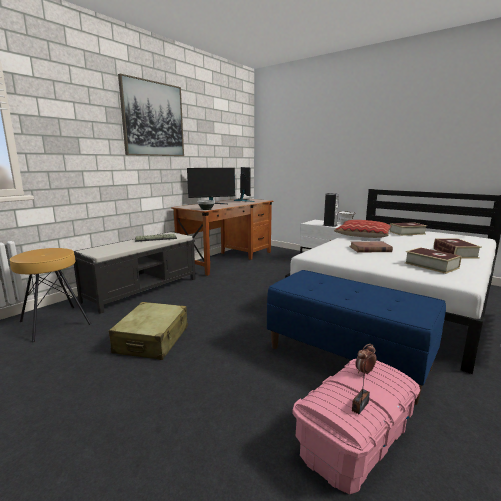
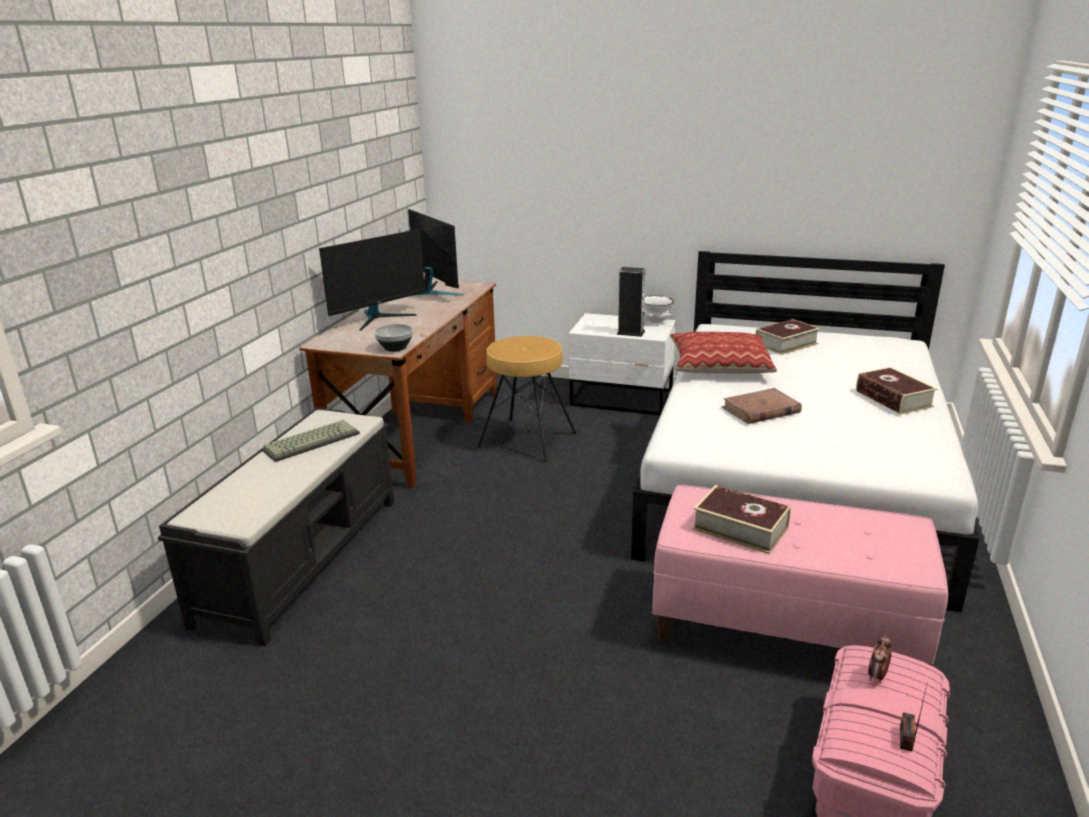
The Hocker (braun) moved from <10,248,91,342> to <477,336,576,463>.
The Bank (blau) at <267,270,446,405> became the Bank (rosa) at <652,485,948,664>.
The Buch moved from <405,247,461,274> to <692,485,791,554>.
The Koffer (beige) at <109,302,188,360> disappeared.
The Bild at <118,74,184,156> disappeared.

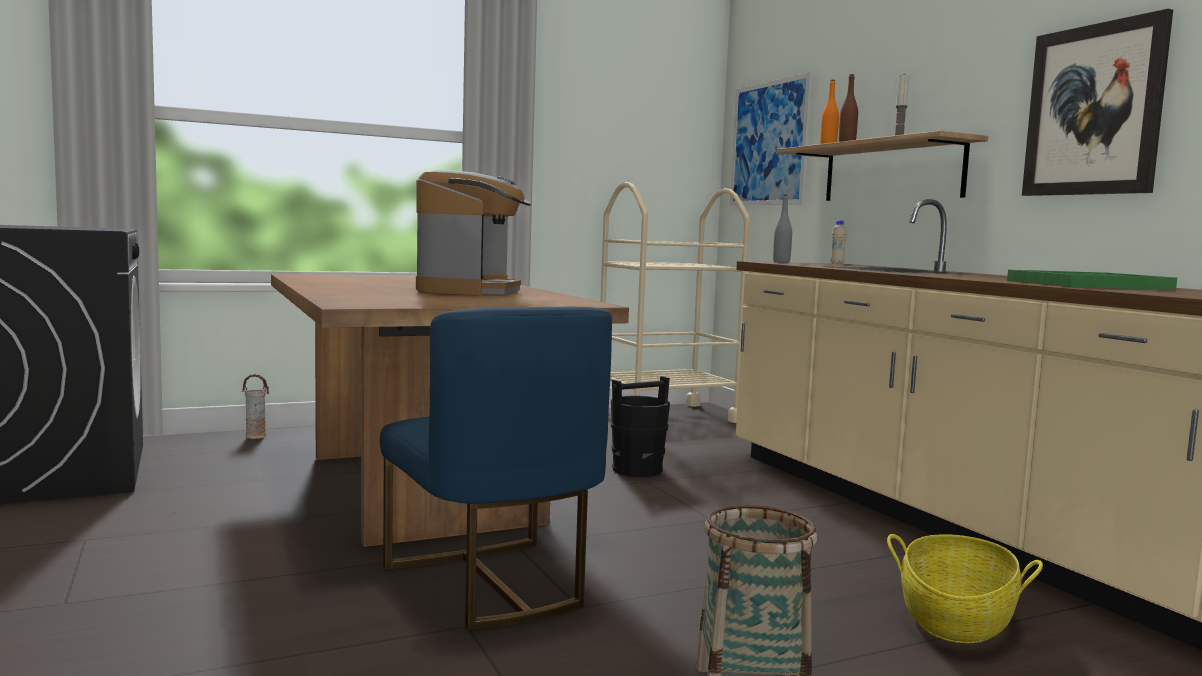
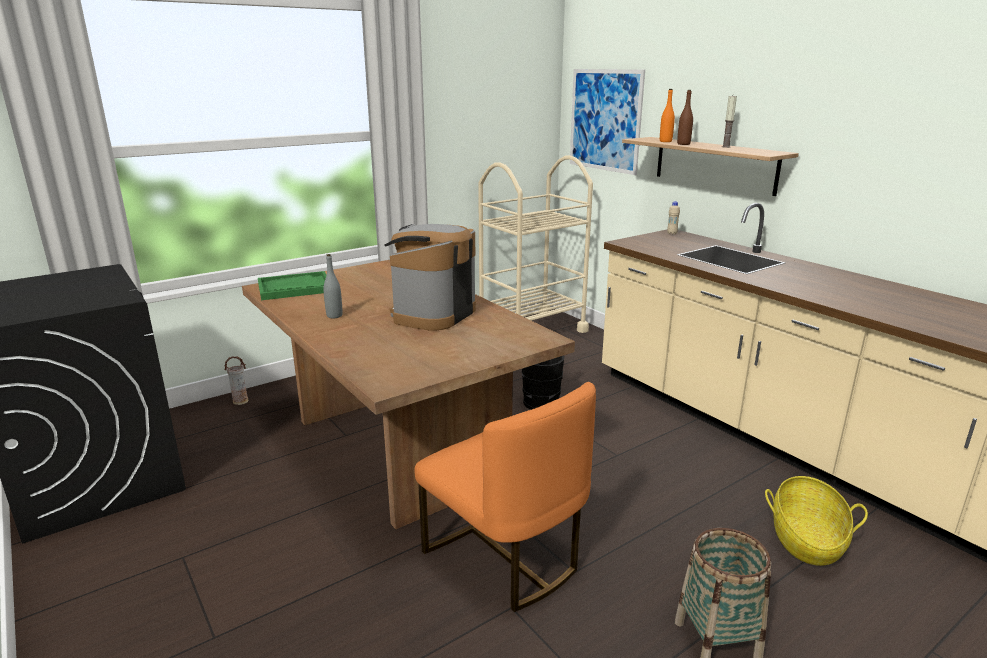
The Tablett (grün) moved from <1007,269,1177,290> to <258,271,326,300>.
The Flasche (grau) moved from <773,194,792,263> to <323,254,343,318>.
The Kaffeemaschine at <416,170,532,296> turned 150 degrees counterclockwise.
The Stuhl (blau) at <380,307,612,630> became the Stuhl (orange) at <415,382,596,612>.
The Bild at <1022,9,1173,196> disappeared.

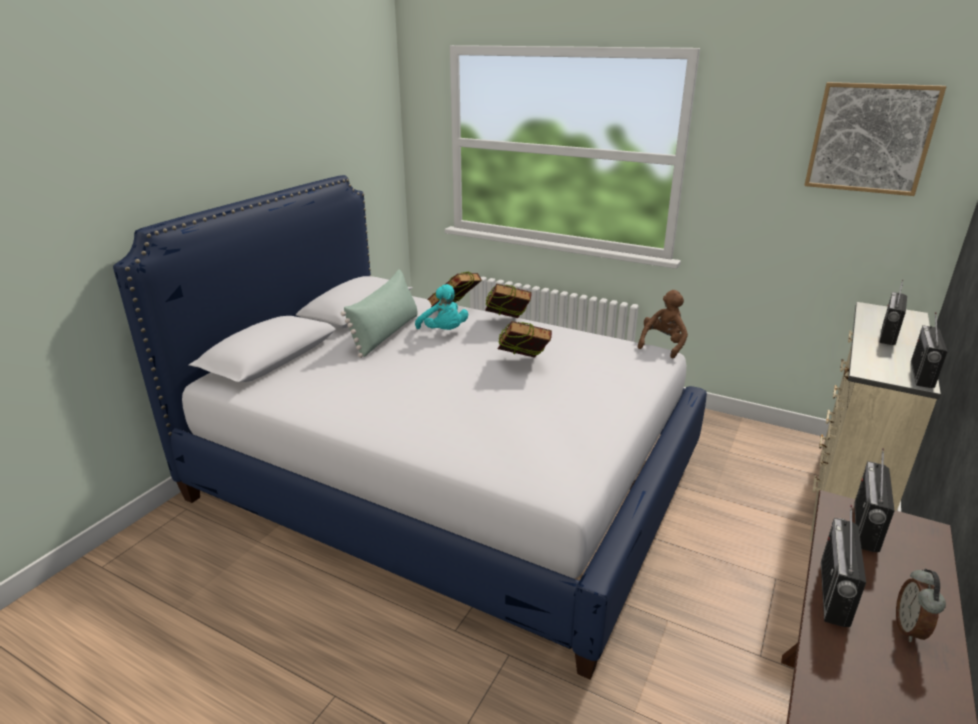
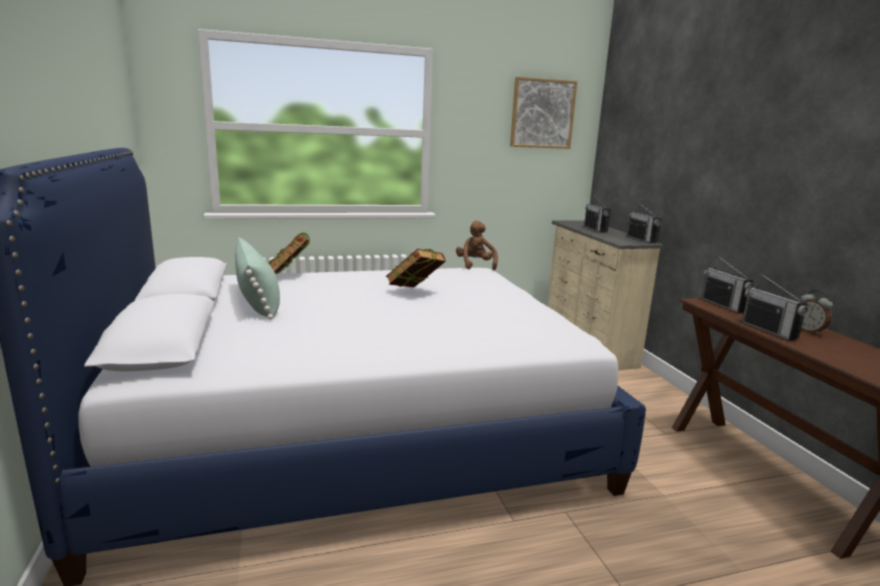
The Plüschtier (türkis) at <415,284,468,330> disappeared.
The Buch at <485,284,532,318> disappeared.

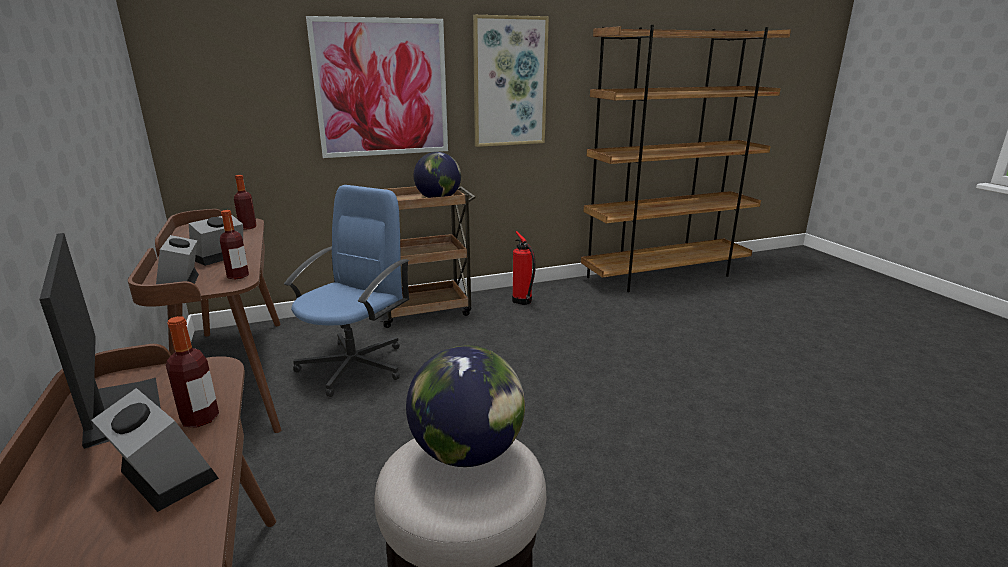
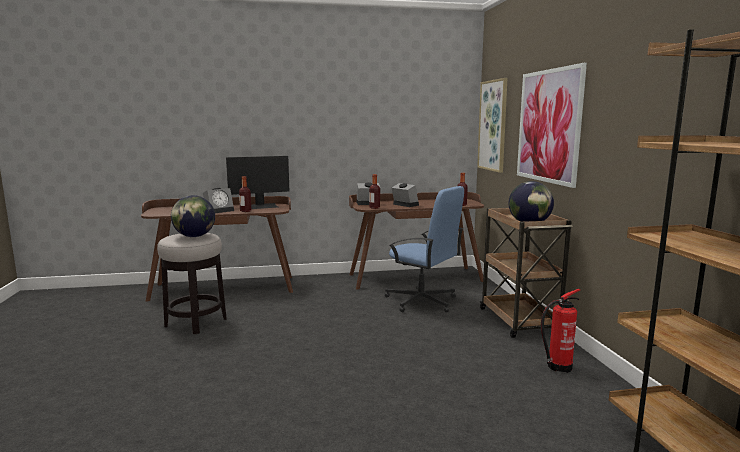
The Bild moved from <473,15,549,147> to <477,78,507,173>.

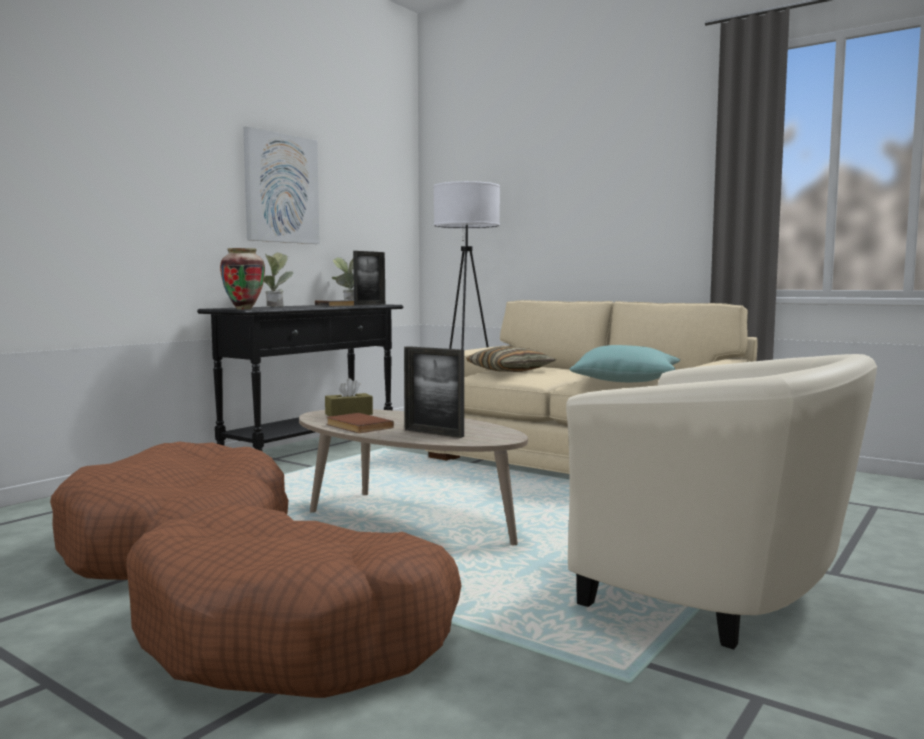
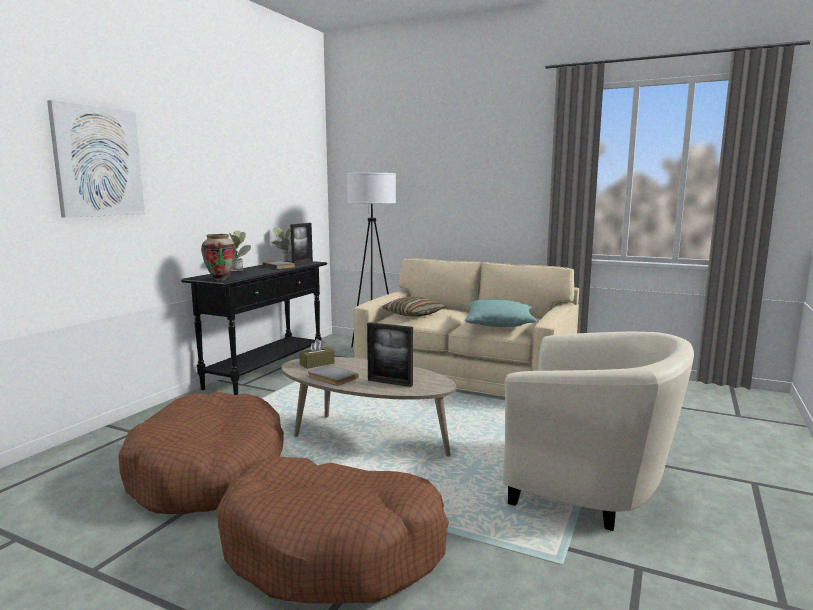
The Bild moved from <243,126,320,244> to <47,100,145,218>.
The Buch (braun) at <326,413,394,433> became the Buch (grau) at <308,365,359,386>.

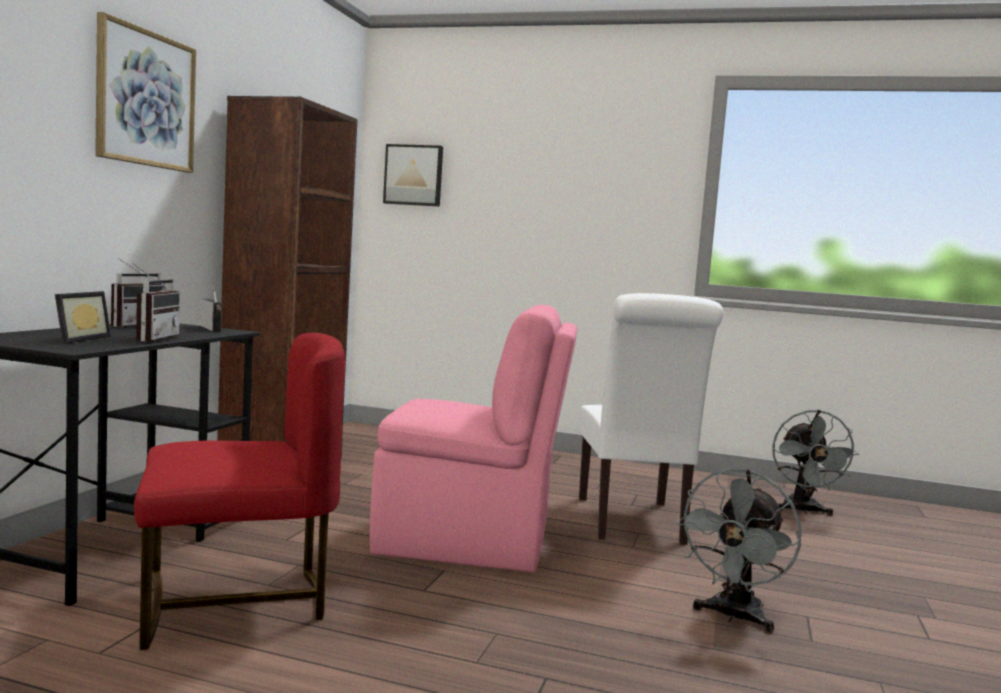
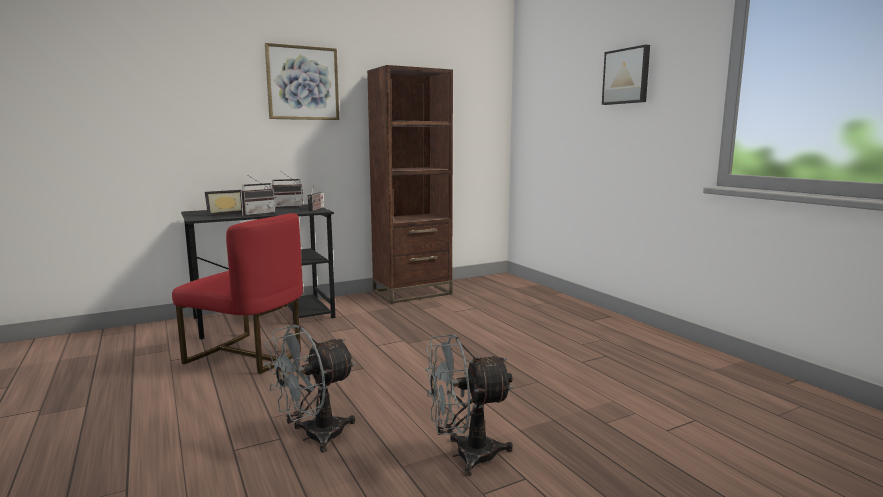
The Ventilator (grau) moved from <773,410,859,516> to <264,325,356,452>.
The Bild moved from <383,144,443,207> to <602,45,650,105>.
The Stuhl (rosa) at <370,305,577,572> disappeared.
The Stuhl (weiß) at <578,293,723,545> disappeared.

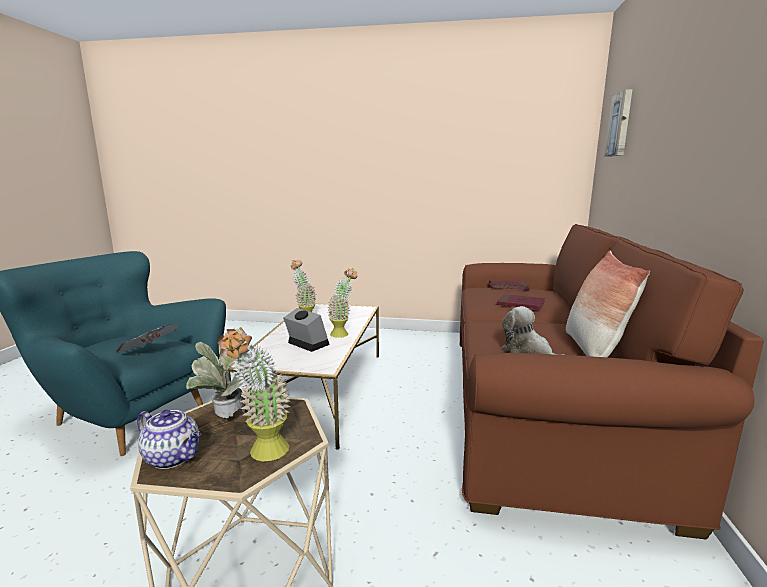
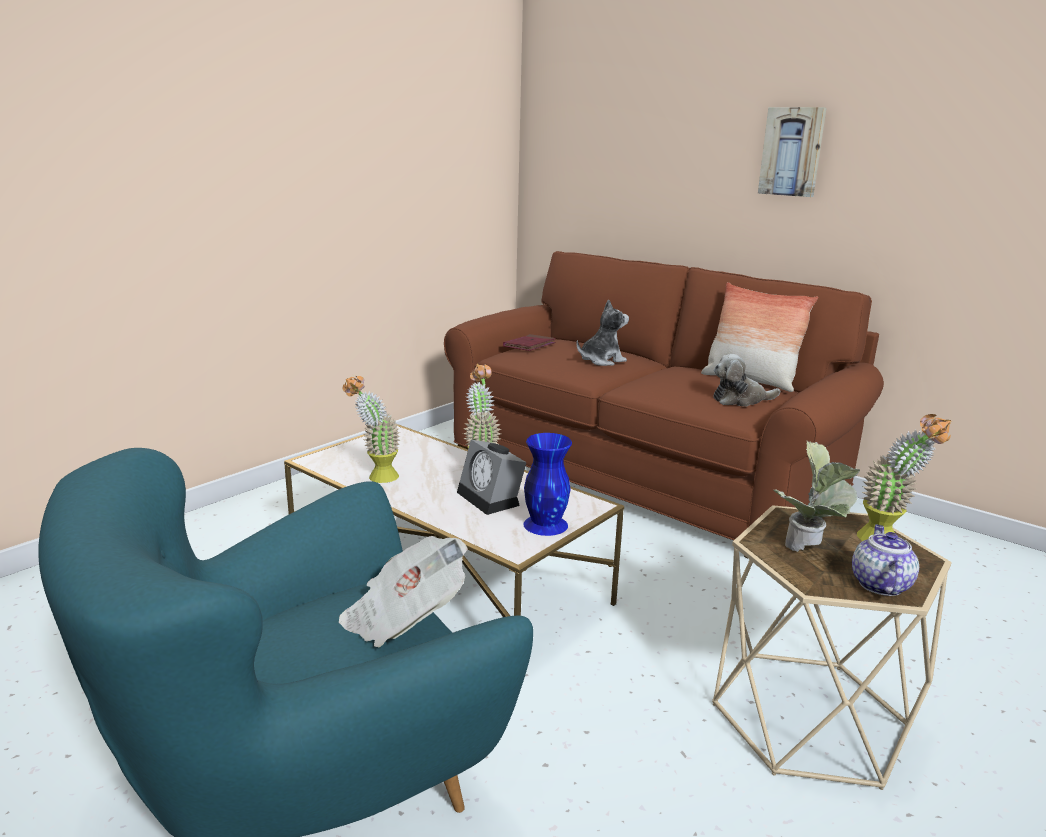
The Wecker at <283,308,329,352> turned 105 degrees counterclockwise.
The Vase (blau) at <523,433,572,536> appeared.
The Buch (rot) at <497,294,545,310> was replaced by the Plüschtier at <577,299,629,366>.
The Bild moved from <604,89,633,157> to <758,107,826,197>.
The Teekanne at <137,410,201,469> turned 45 degrees counterclockwise.

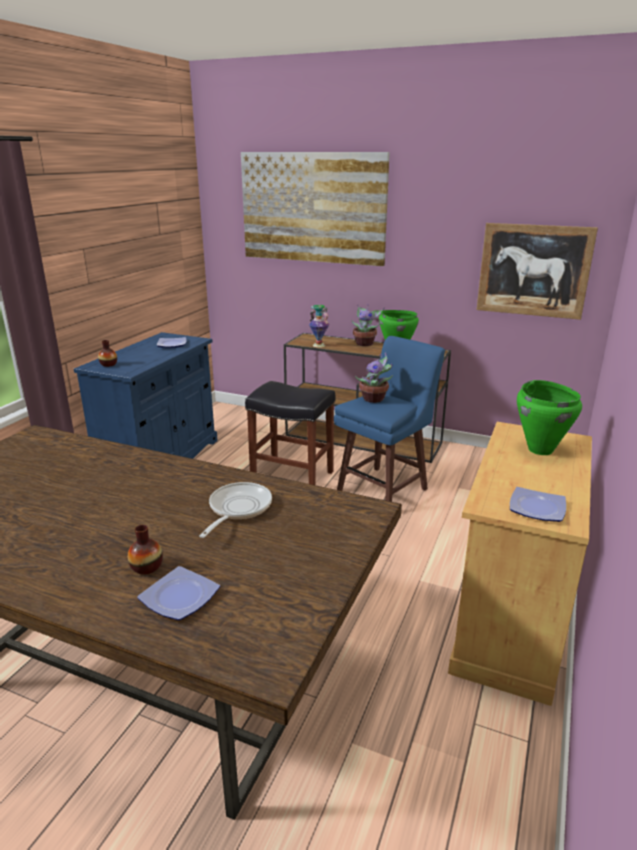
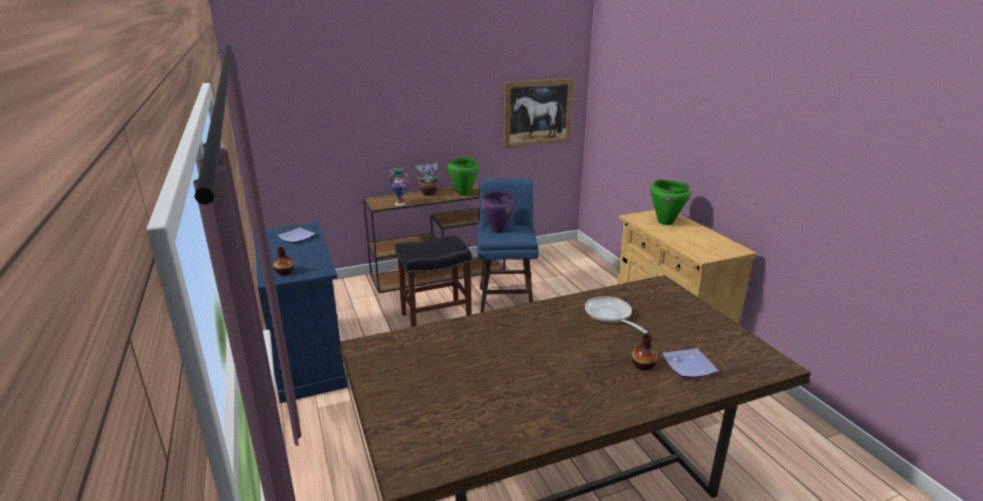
The Topfpflanze at <355,352,393,403> was replaced by the Kochtopf (lila) at <481,191,515,233>.
The Bild at <241,152,390,266> disappeared.
The Teller at <510,487,566,522> disappeared.

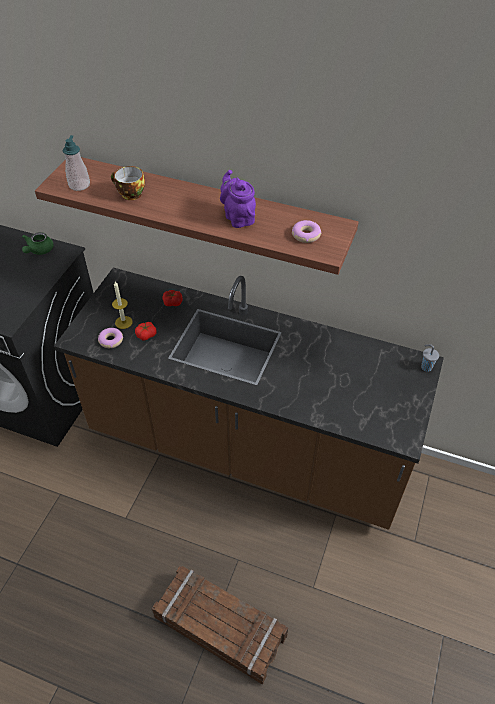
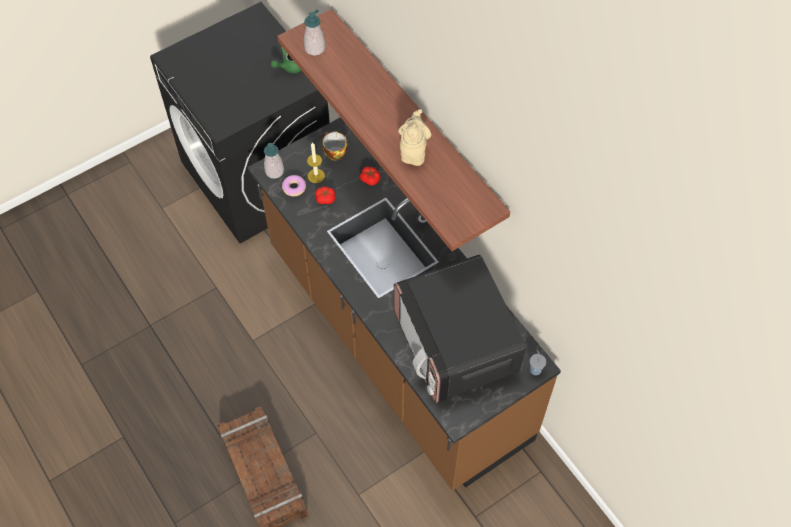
The Seifenspender at <264,143,284,179> appeared.
The Tasse moved from <111,166,145,200> to <322,132,348,161>.
The Mikrowelle at <394,255,526,403> appeared.
The Teekanne (lila) at <220,170,256,228> became the Teekanne (beige) at <398,109,431,166>.
The Donut at <292,220,321,243> disappeared.

